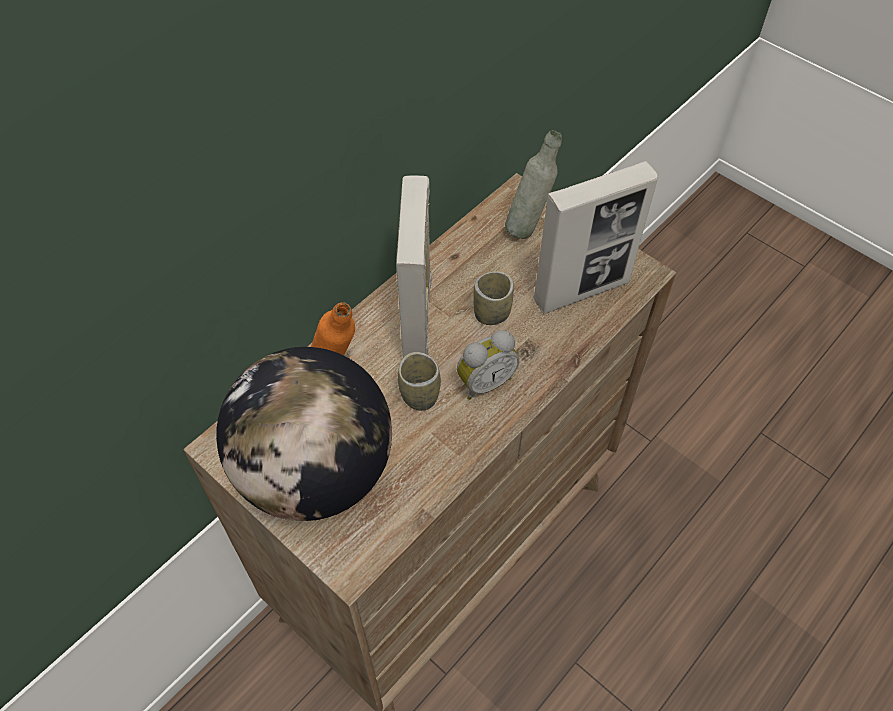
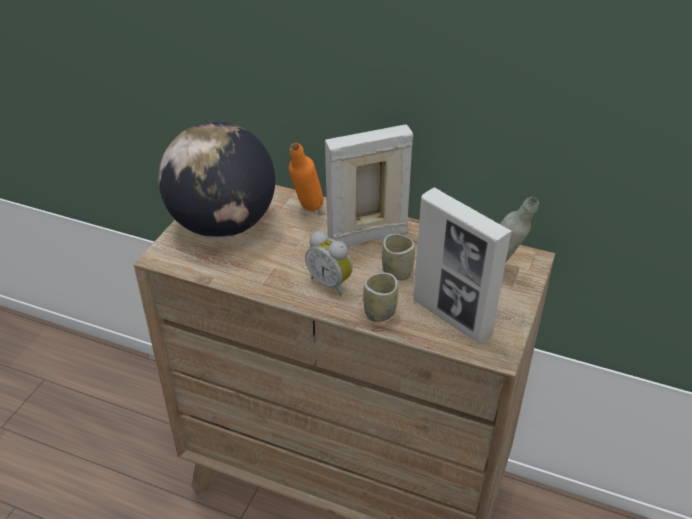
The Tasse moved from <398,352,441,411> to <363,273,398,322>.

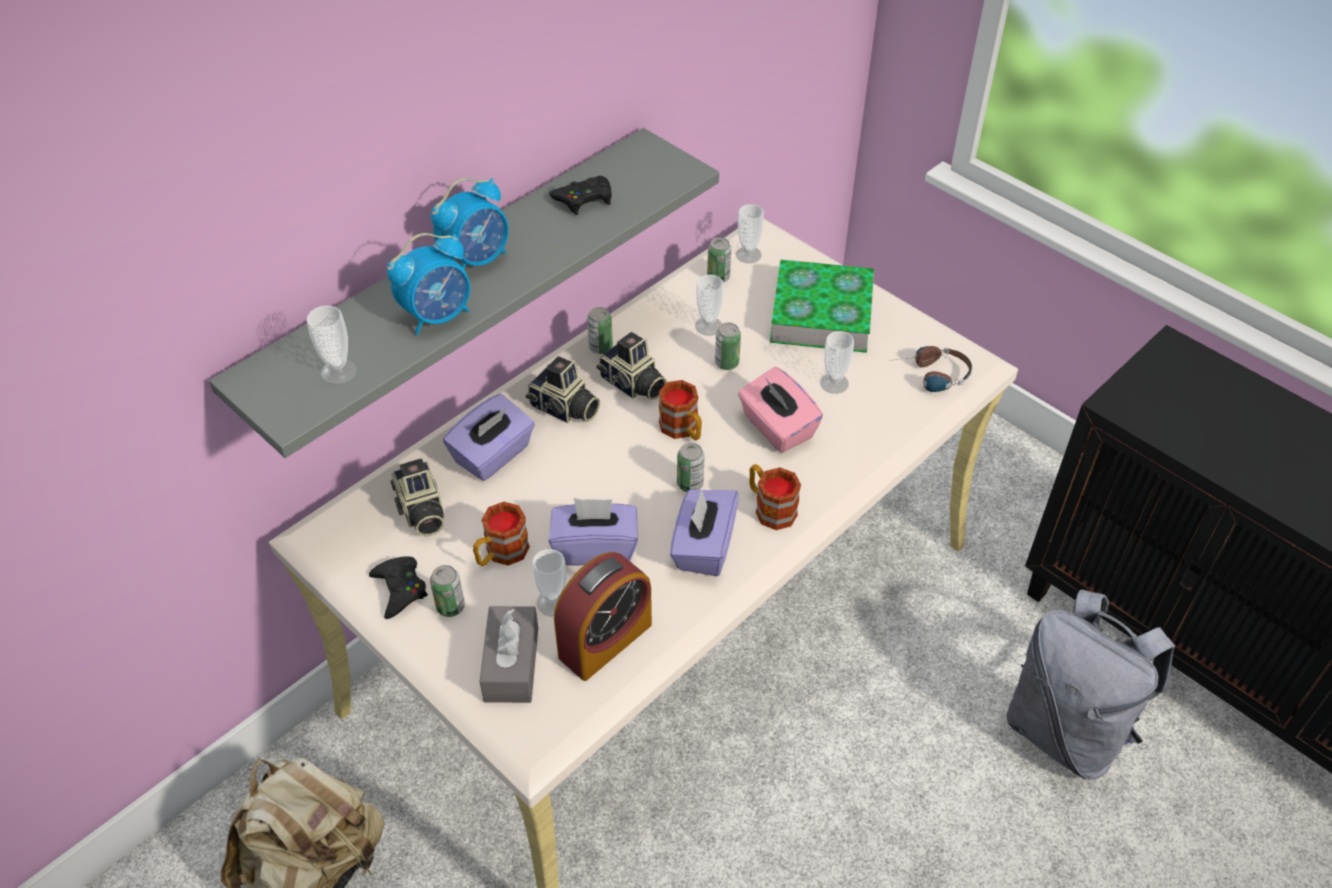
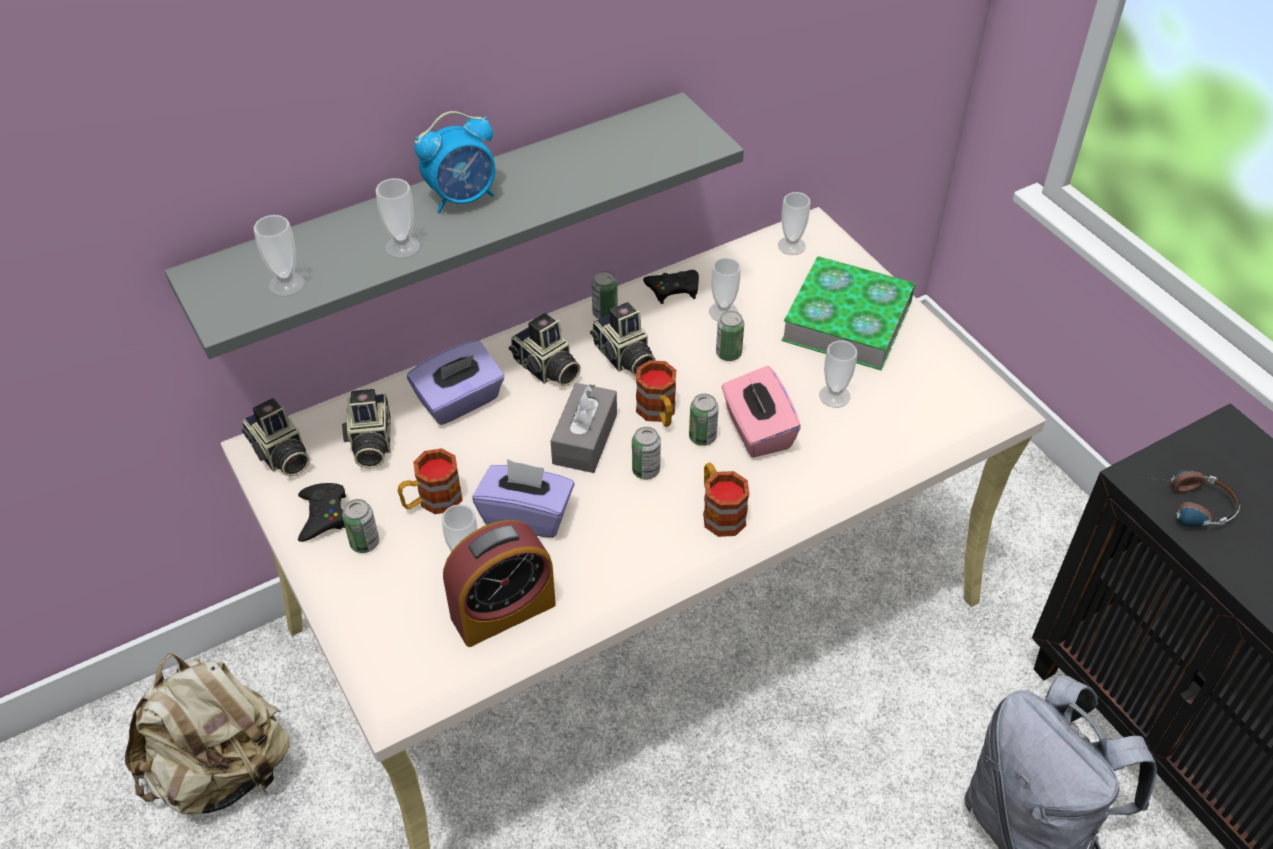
The Kamera at <241,398,310,477> appeared.
The Wecker at <387,233,470,335> was replaced by the Tasse at <376,178,420,259>.
The Taschentuchbox (grau) moved from <480,606,538,703> to <551,383,617,473>.
The Gamepad (schwarz) moved from <549,176,612,215> to <643,270,699,304>.
The Dose moved from <707,237,731,282> to <689,394,719,446>.
The Kopfhörer moved from <895,346,972,392> to <1147,470,1240,527>.
The Taschentuchbox (lila) at <670,489,739,576> disappeared.

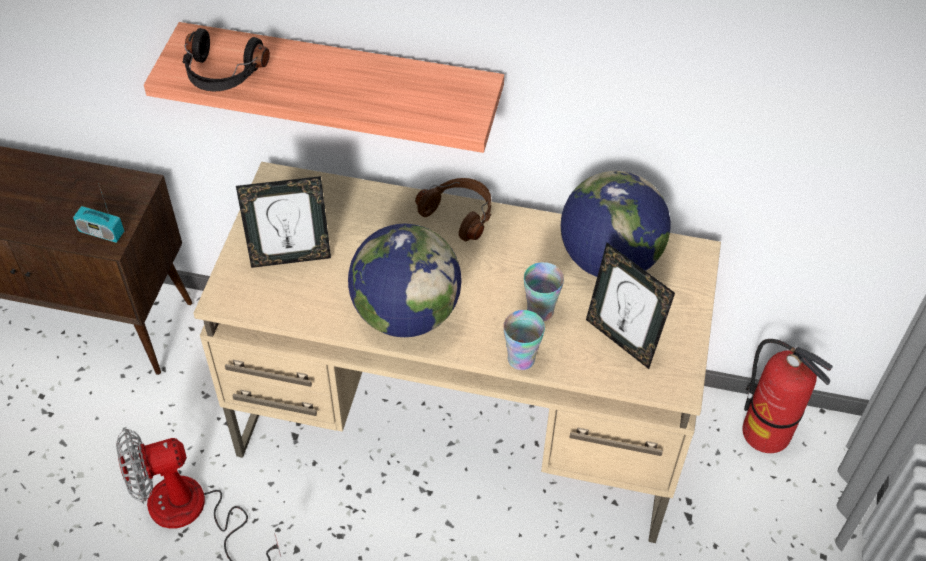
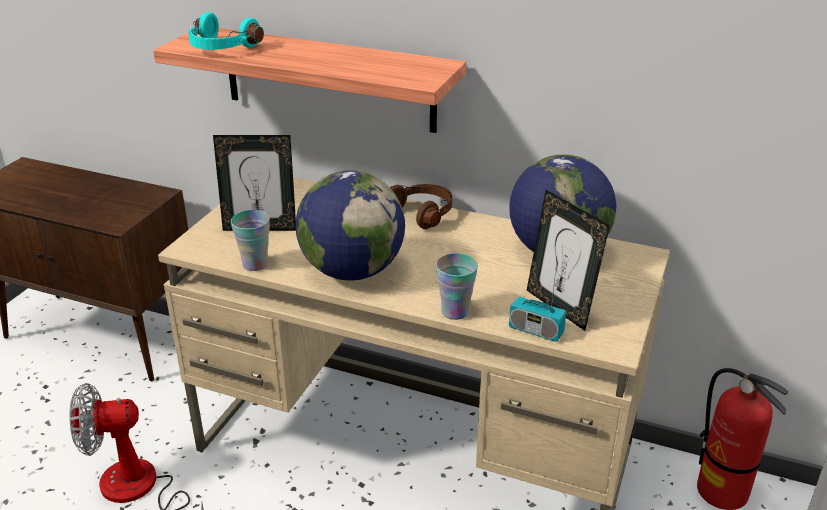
The Kopfhörer (schwarz) at <183,28,270,92> became the Kopfhörer (türkis) at <188,12,264,50>.
The Tasse moved from <524,262,564,321> to <231,210,270,271>.
The Radio moved from <73,186,124,243> to <509,270,566,342>.

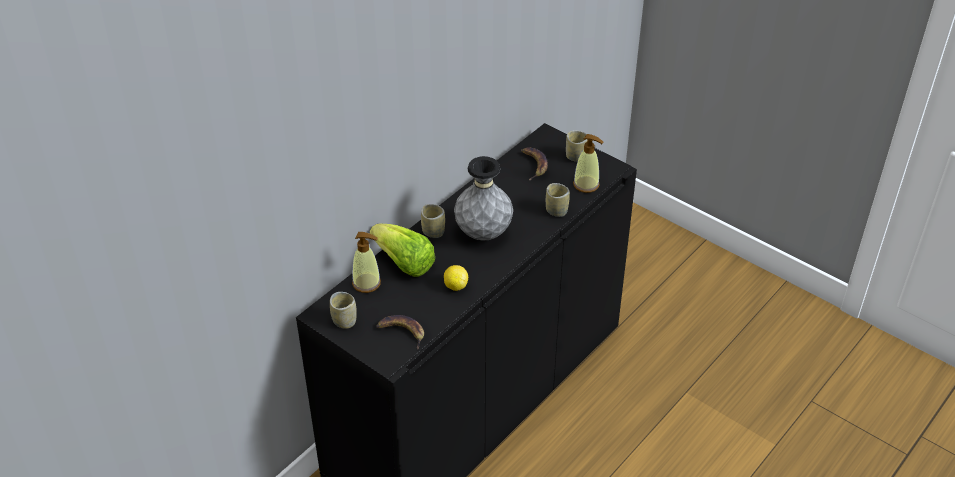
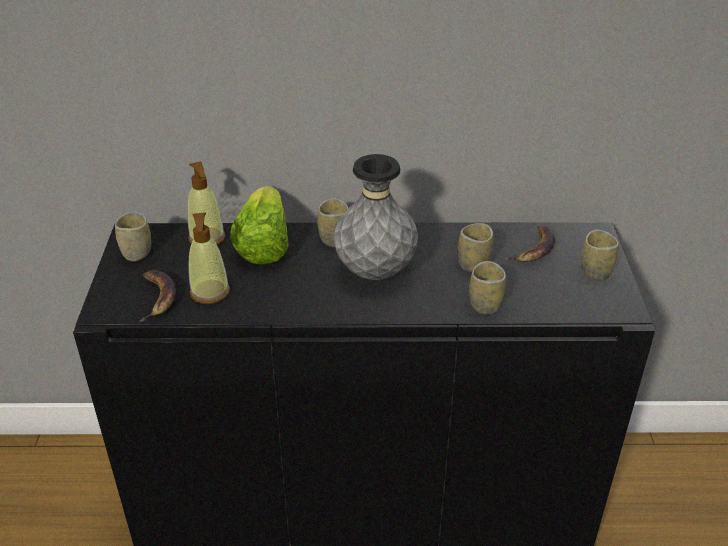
The Seifenspender moved from <573,134,603,193> to <189,212,230,304>.
The Tasse at <458,223,493,272> appeared.
The Zitrone at <444,265,468,291> disappeared.

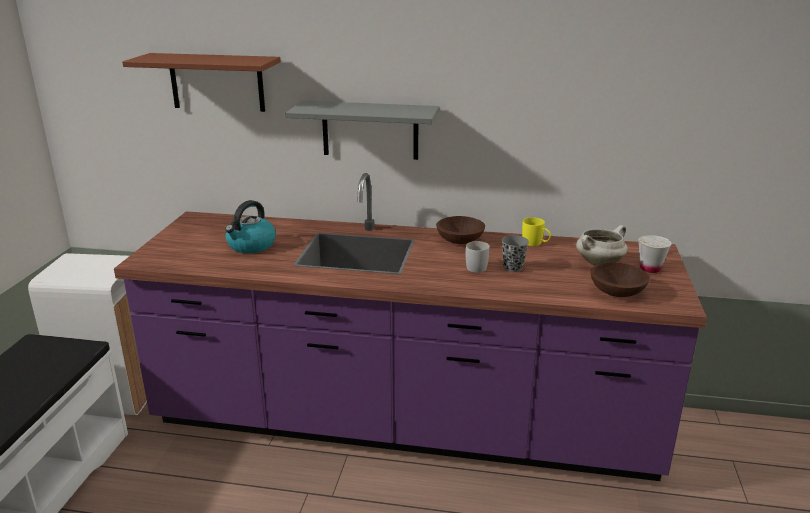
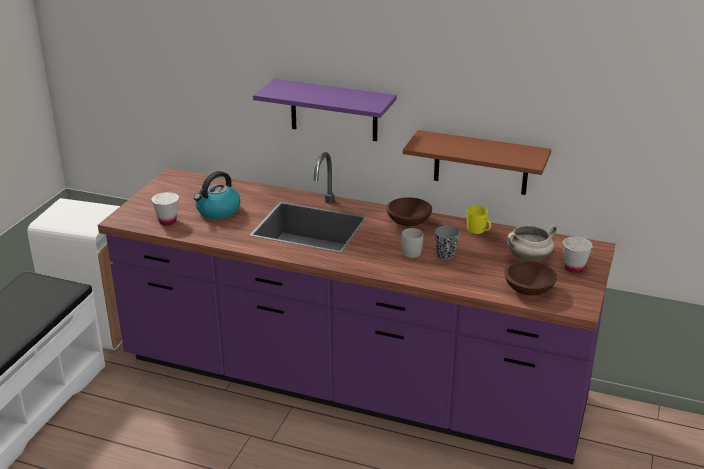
The Tasse (weiß) at <151,192,179,225> appeared.
The Wandregal (grau) at <285,101,439,160> became the Wandregal (lila) at <253,79,397,141>.
The Wandregal (braun) moved from <122,53,281,112> to <403,130,551,195>.

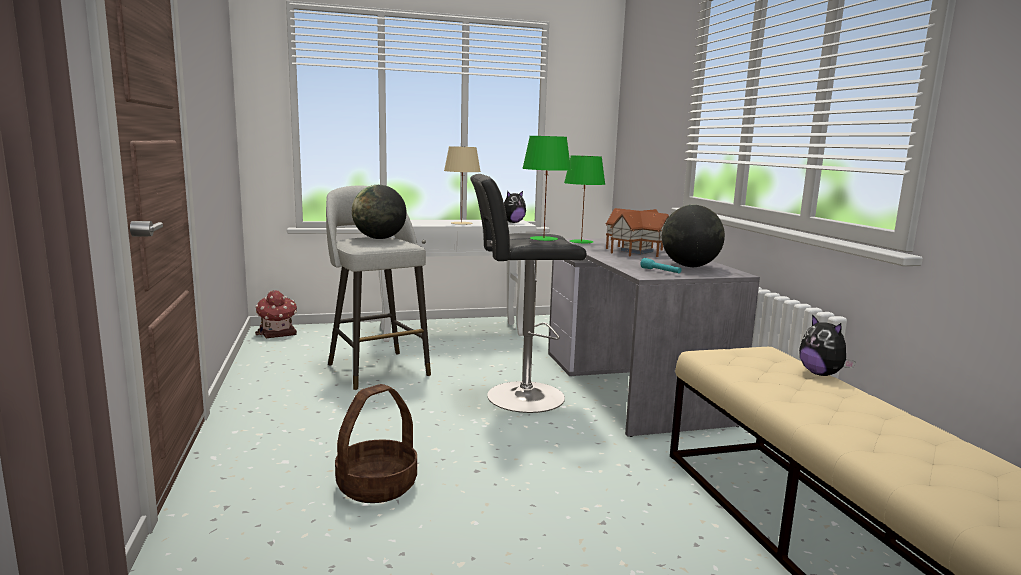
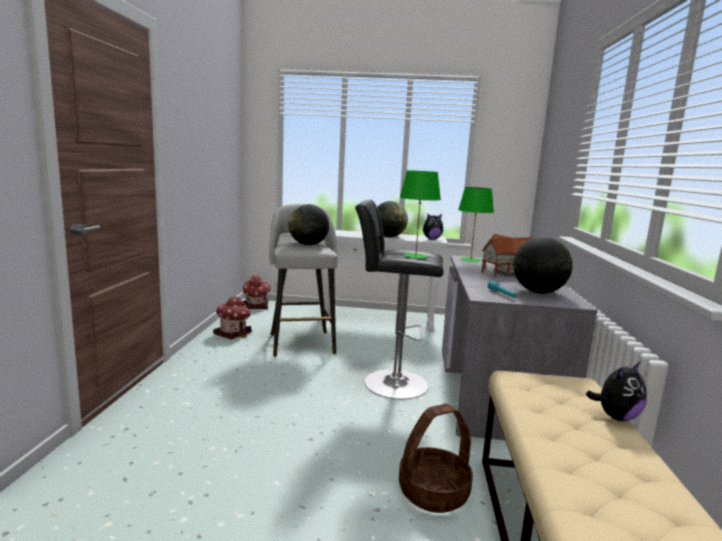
The Spielzeughaus at <213,297,252,339> appeared.
The Tischlampe (beige) at <444,146,481,225> was replaced by the Globus at <377,201,408,237>.
The Korb moved from <335,384,417,503> to <399,404,473,513>.
The Plüschtier at <799,314,856,376> turned 120 degrees counterclockwise.

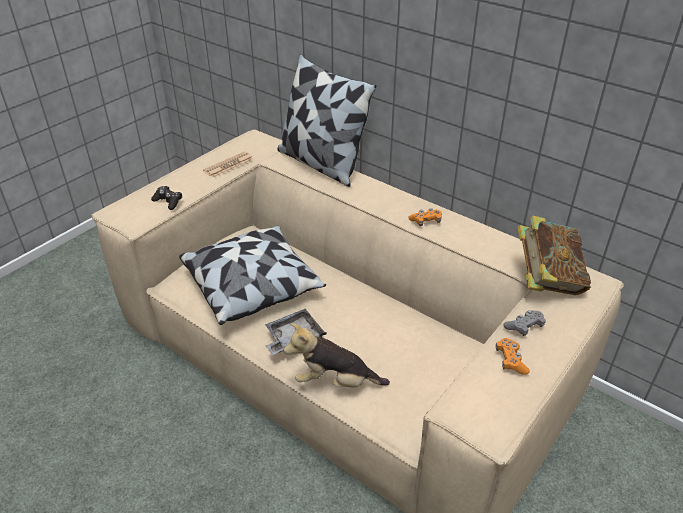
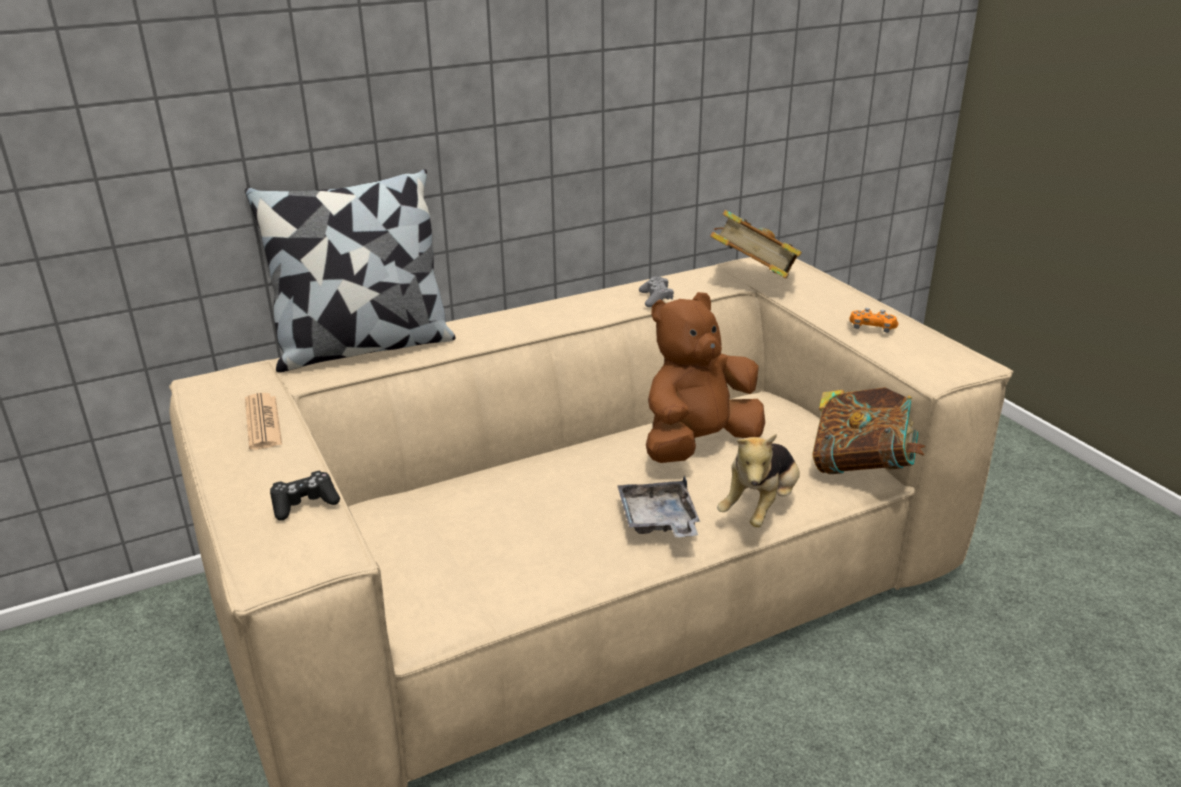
The Gamepad (grau) moved from <503,310,546,336> to <639,277,674,307>.
The Plüschtier (braun) at <646,292,765,463> appeared.
The Buch at <812,387,925,474> appeared.
The Kissen at <179,226,326,325> disappeared.
The Gamepad (orange) at <408,208,442,226> disappeared.

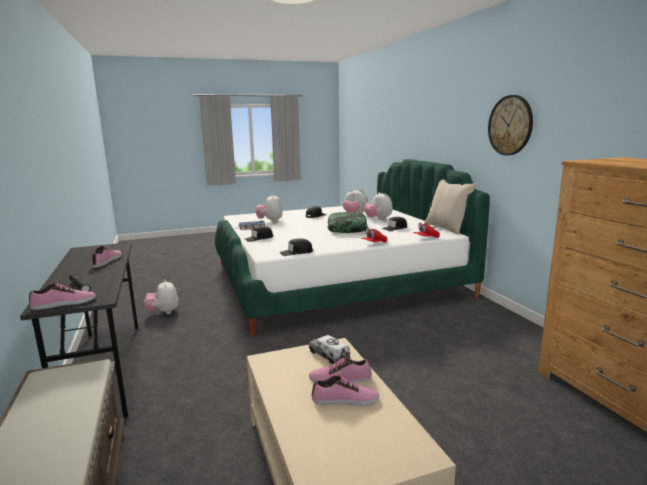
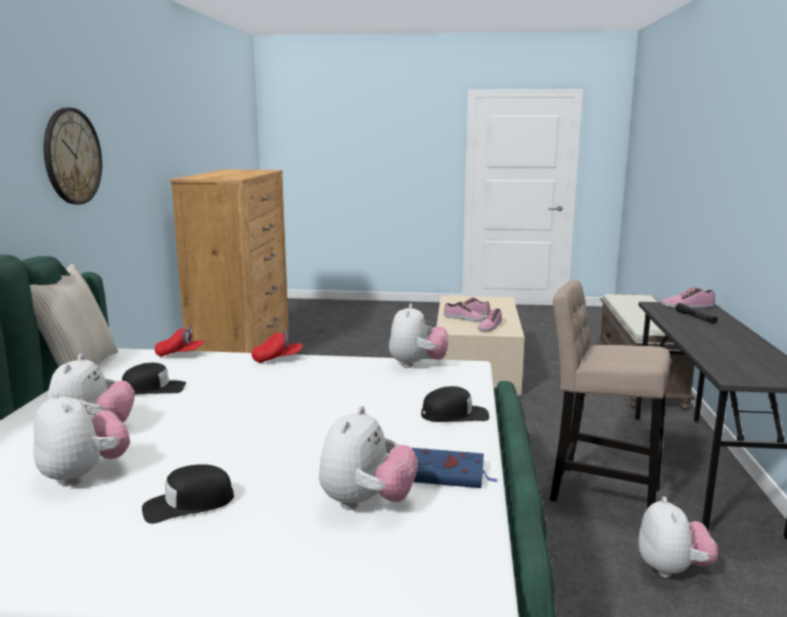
The Kappe (schwarz) at <280,239,313,256> was replaced by the Plüschtier at <389,303,448,368>.
The Schuh moved from <91,246,122,268> to <478,308,502,331>.
The Hocker (beige) at <550,279,670,509> appeared.
The Spielzeuglaster at <309,335,351,364> disappeared.
The Kissen at <328,212,368,233> disappeared.

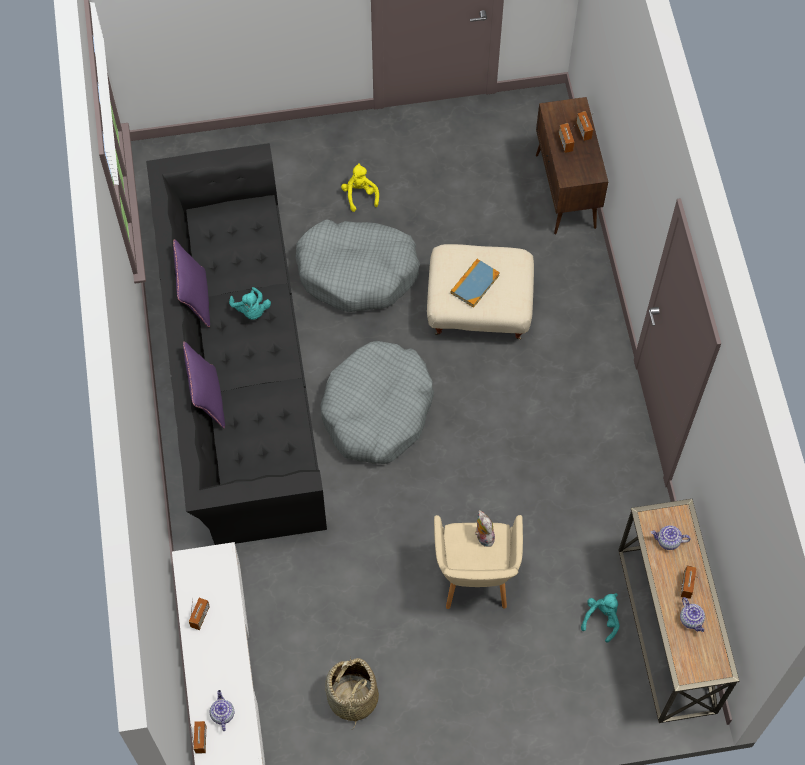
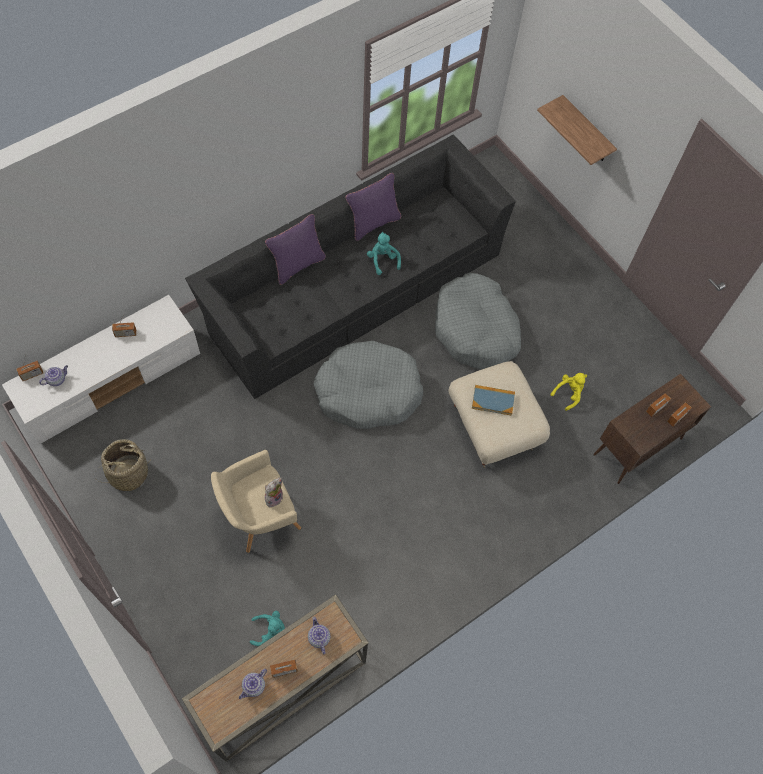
The Plüschtier (türkis) at <229,287,271,320> turned 120 degrees clockwise.
The Wandregal at <537,95,617,165> appeared.
The Plüschtier (gelb) moved from <341,164,379,212> to <551,373,587,411>.

